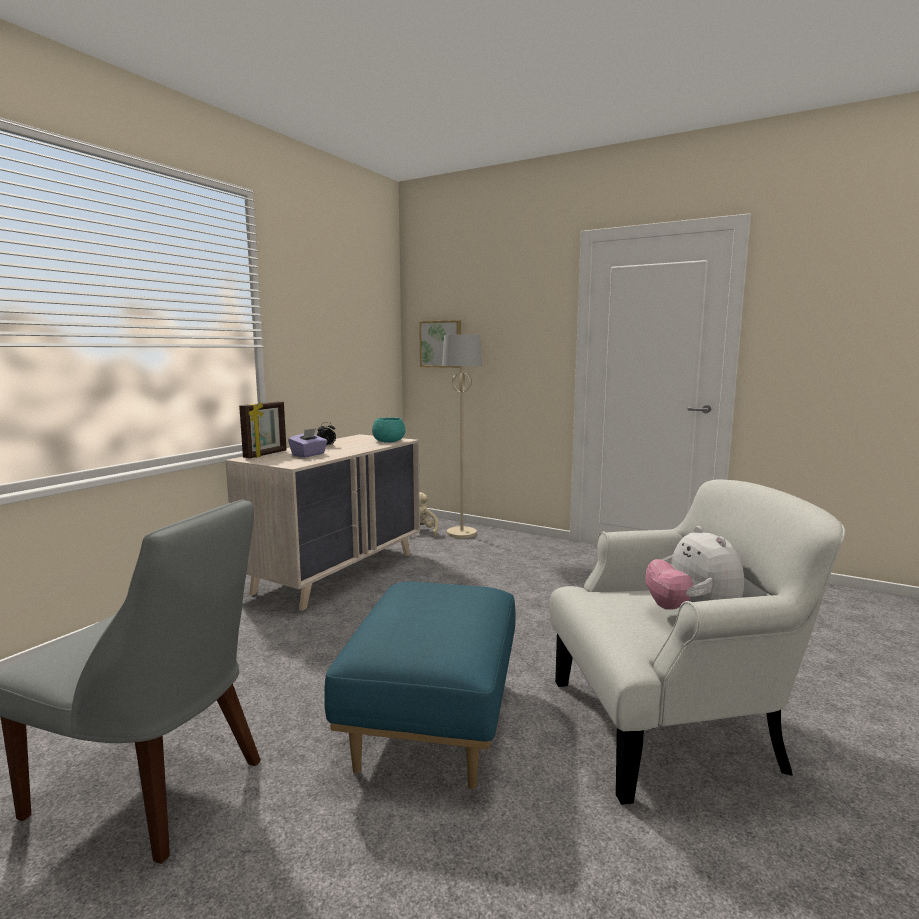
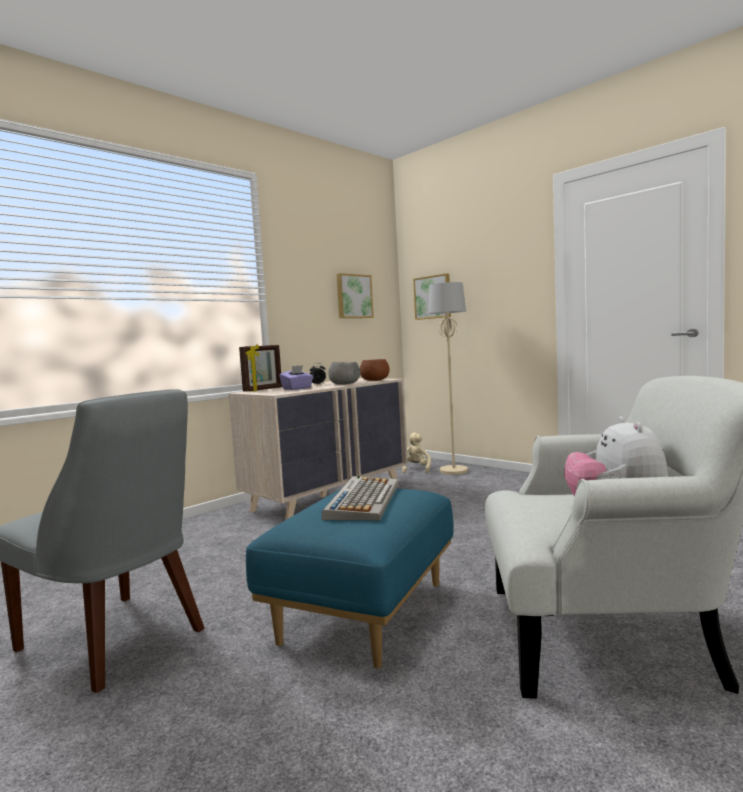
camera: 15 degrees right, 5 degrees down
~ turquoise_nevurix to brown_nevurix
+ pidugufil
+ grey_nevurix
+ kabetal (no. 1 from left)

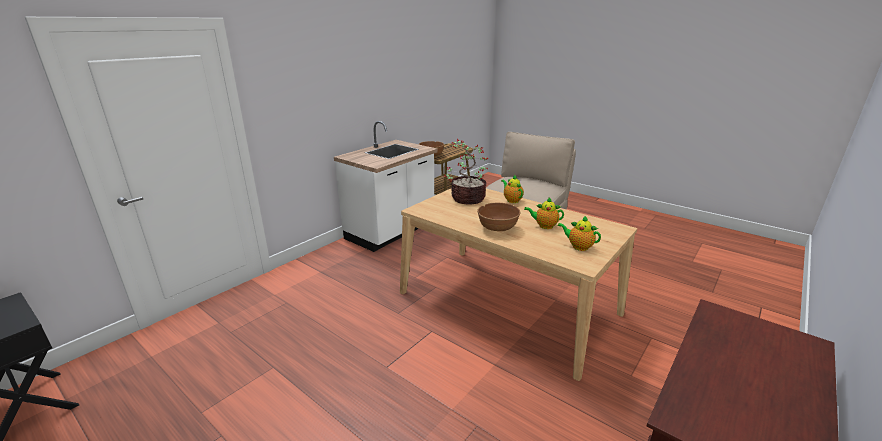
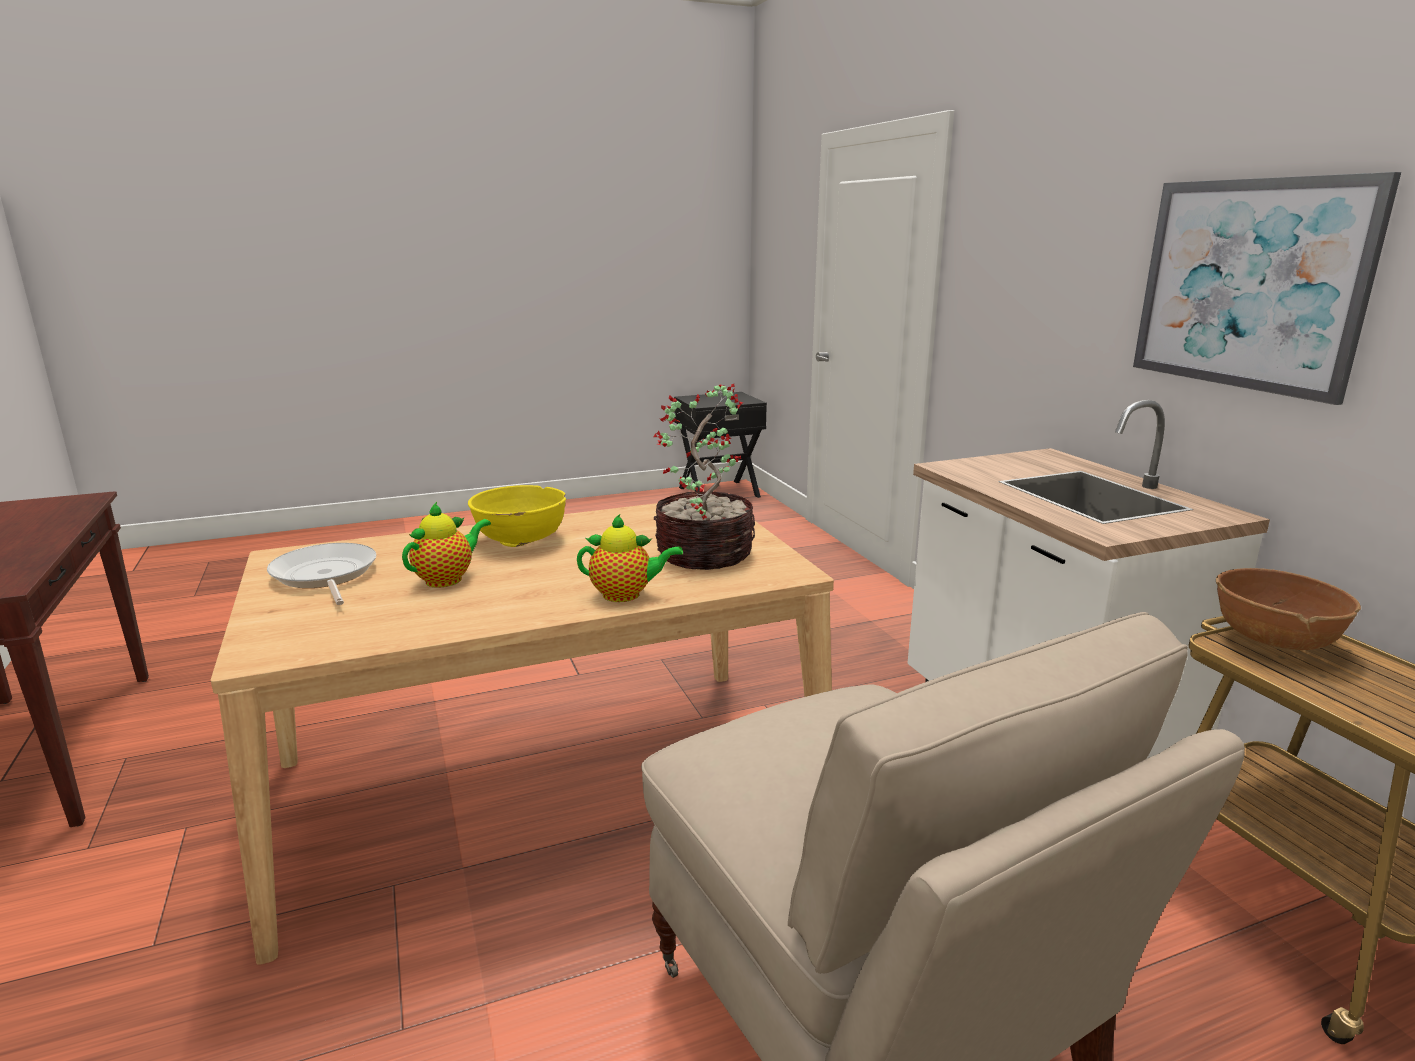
camera: 120 degrees right, 5 degrees down
~ brown_nevurix (no. 2 from left) to yellow_nevurix
~ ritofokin (no. 3 from left) to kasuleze
+ kabetal

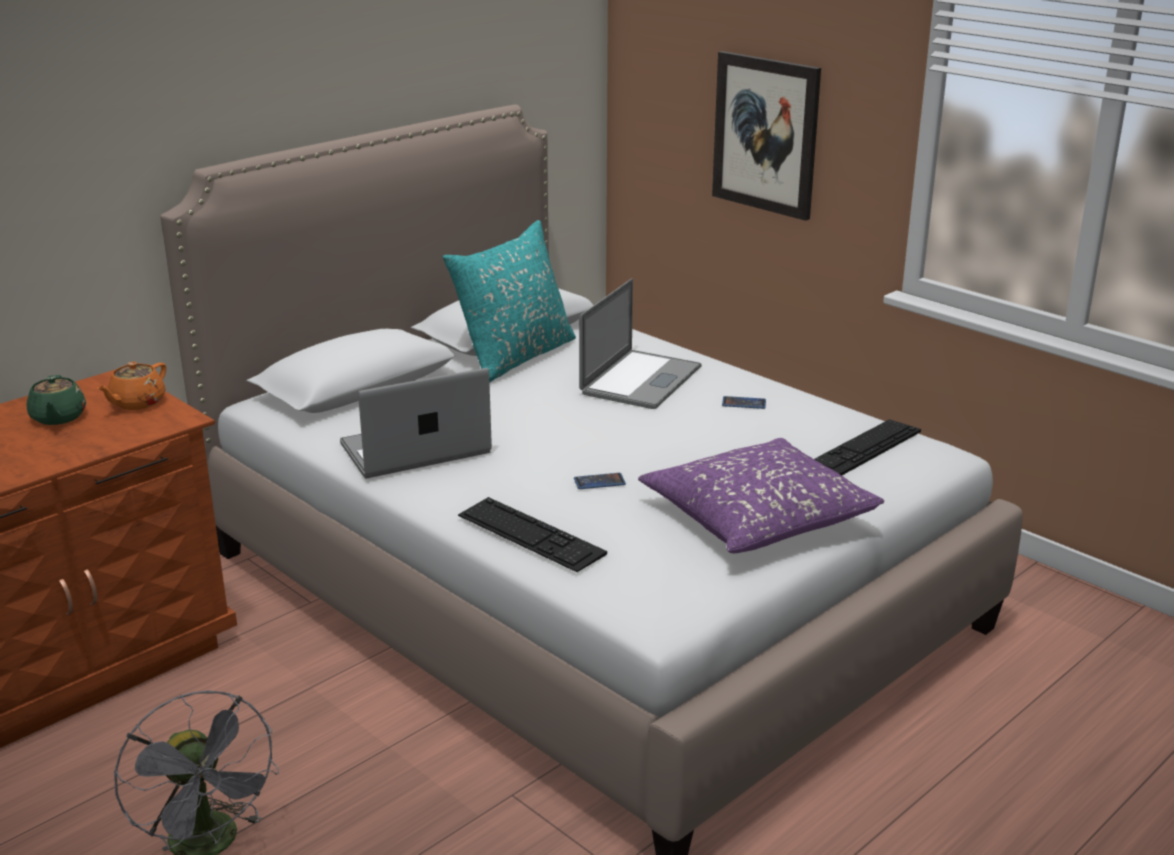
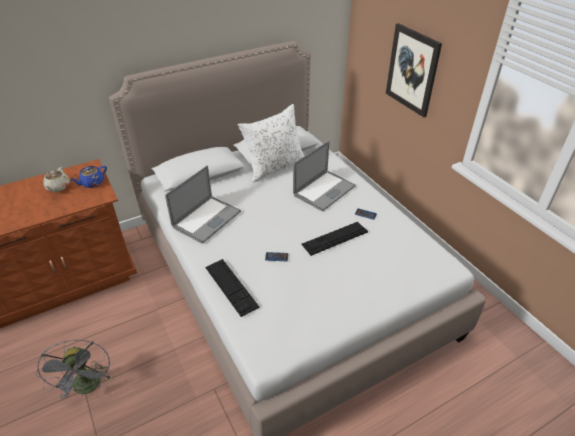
camera: 15 degrees right, 15 degrees up
~ green_ritofokin to beige_ritofokin
~ orange_ritofokin to blue_ritofokin
~ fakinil (no. 1 from left) 135 degrees clockwise
~ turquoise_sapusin to white_sapusin
- purple_sapusin
~ pidugufil (no. 2 from left)

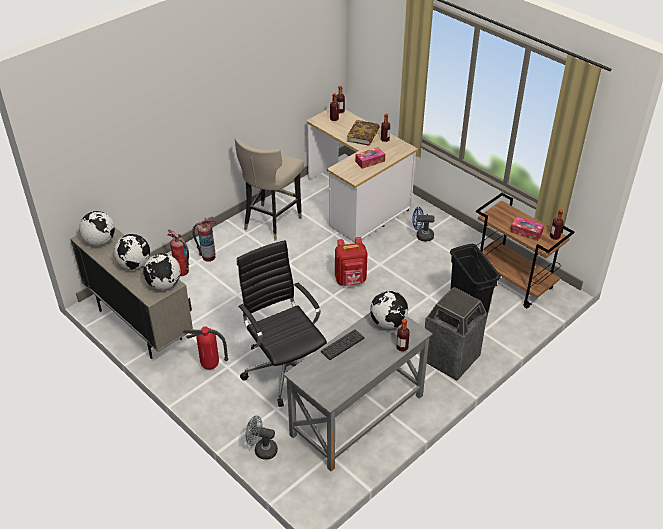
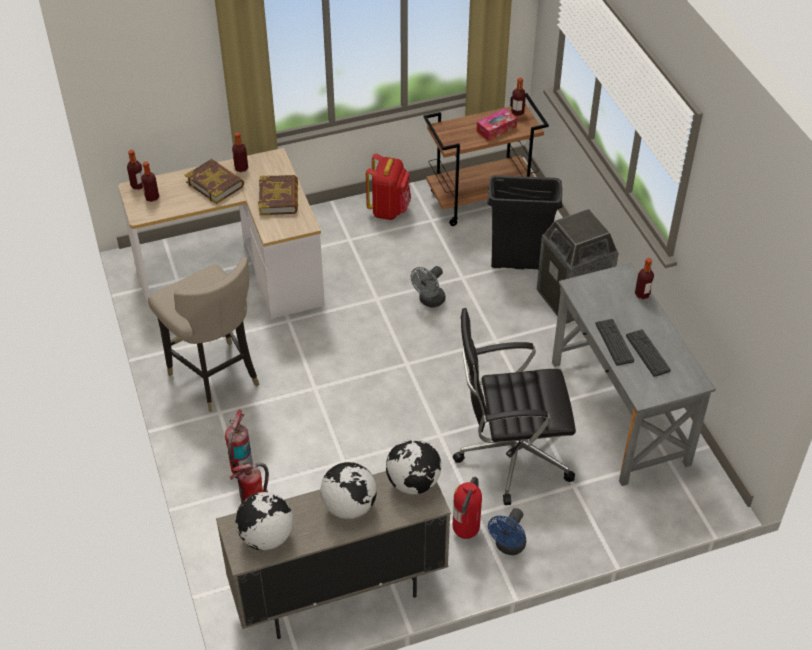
camera: 65 degrees left, 5 degrees up
~ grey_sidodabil
~ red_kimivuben
~ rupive (no. 1 from left) to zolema (no. 2 from left)
- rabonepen (no. 4 from left)
~ blue_sidodabil
+ pidugufil (no. 2 from left)

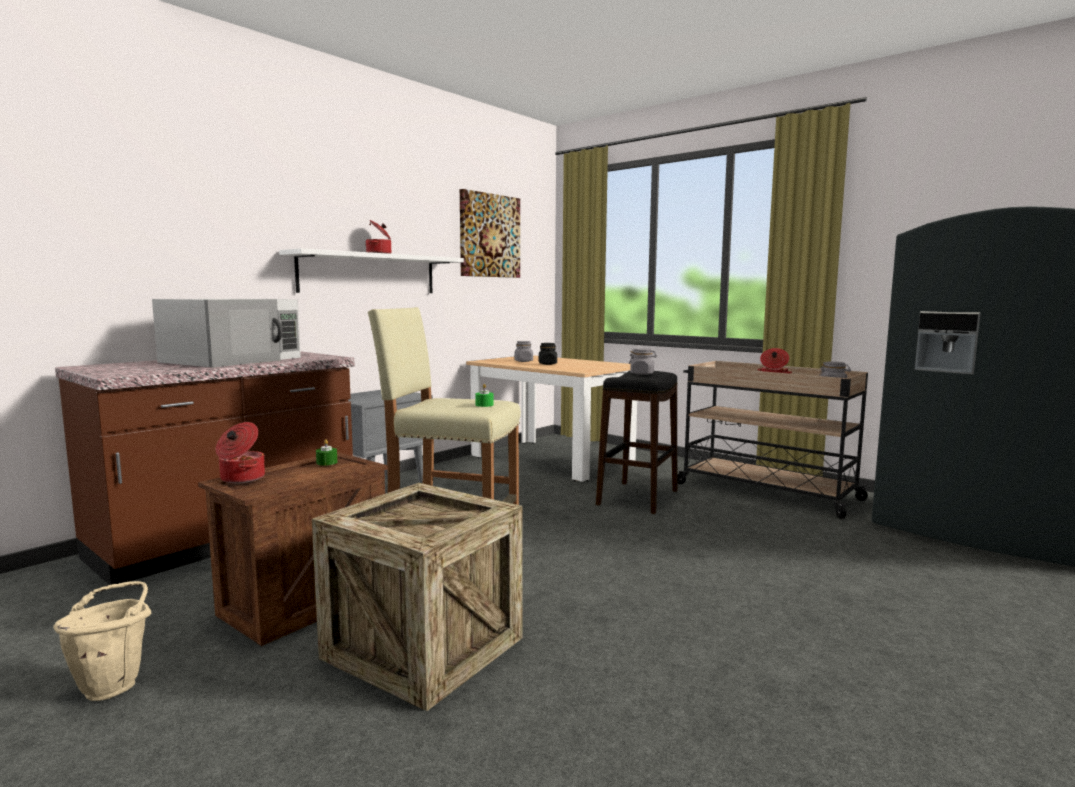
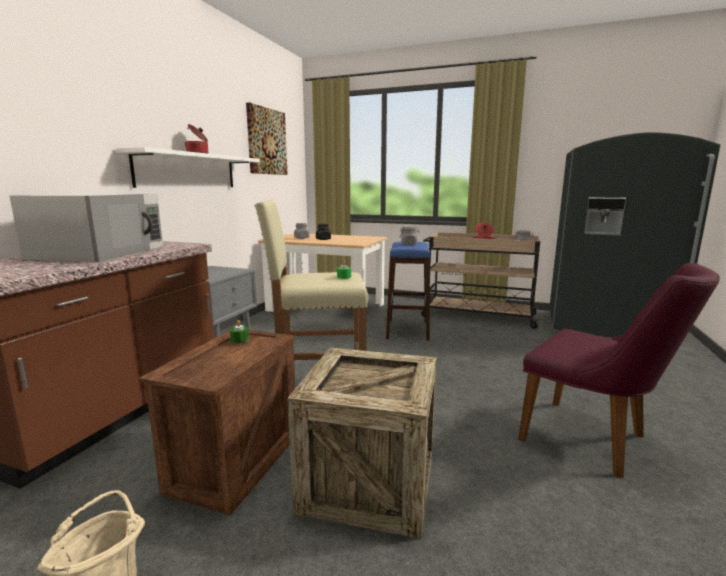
camera: 20 degrees left, 5 degrees up
- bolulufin (no. 1 from left)
~ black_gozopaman to blue_gozopaman
+ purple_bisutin

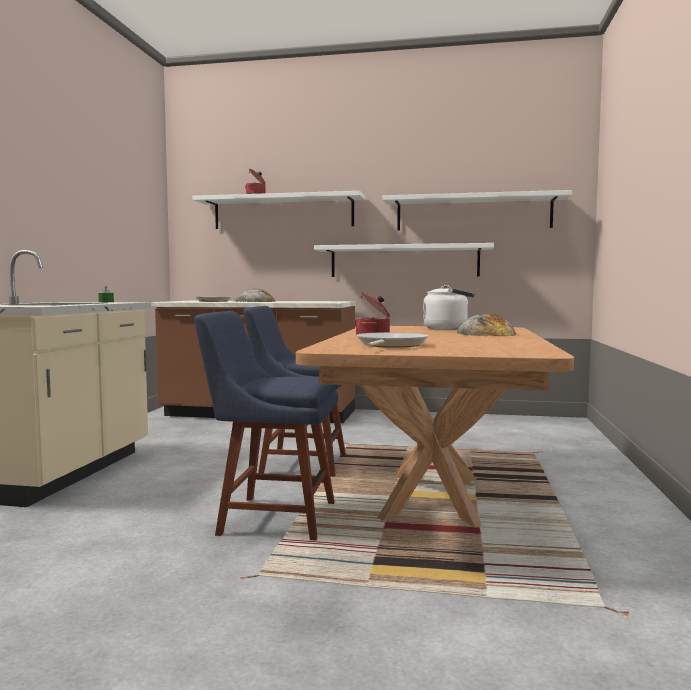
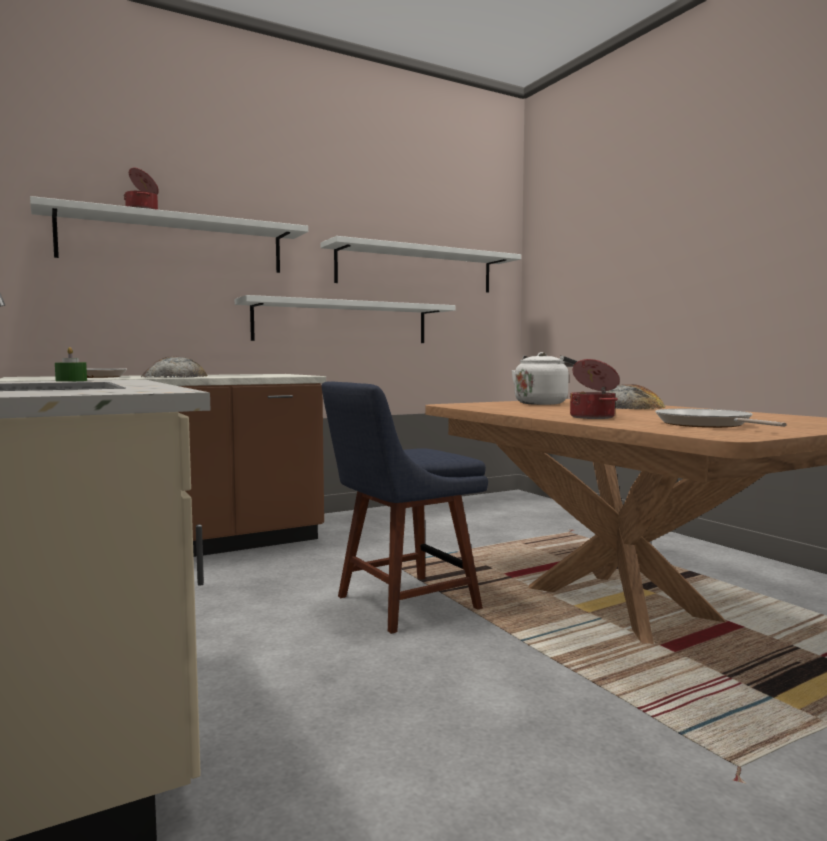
camera: 40 degrees left, 0 degrees up
- blue_bisutin (no. 1 from left)

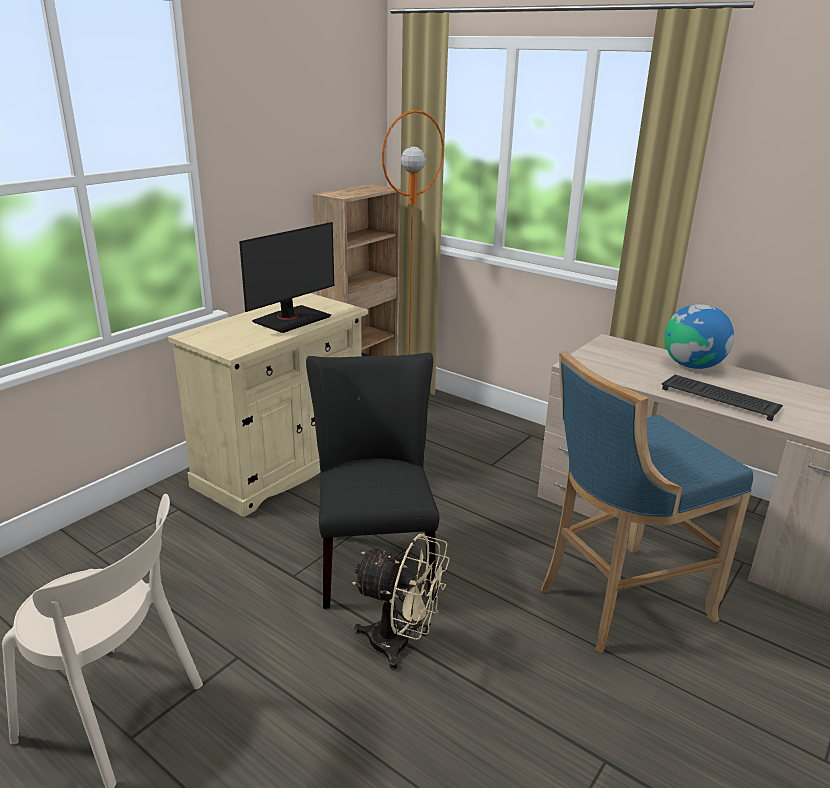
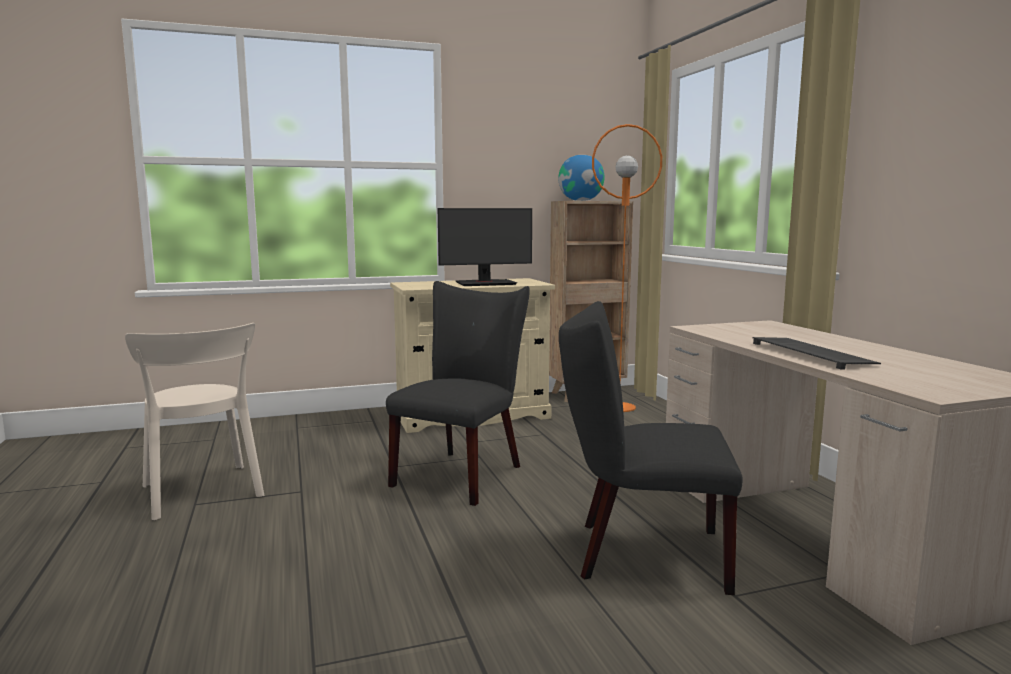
camera: 35 degrees right, 15 degrees down
- beige_sidodabil
~ blue_gozopaman to black_bisutin (no. 2 from left)
~ rabonepen

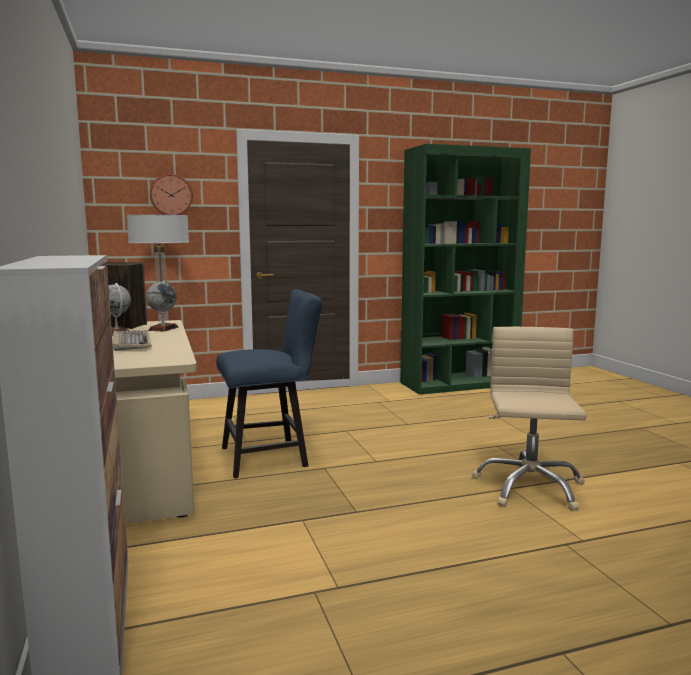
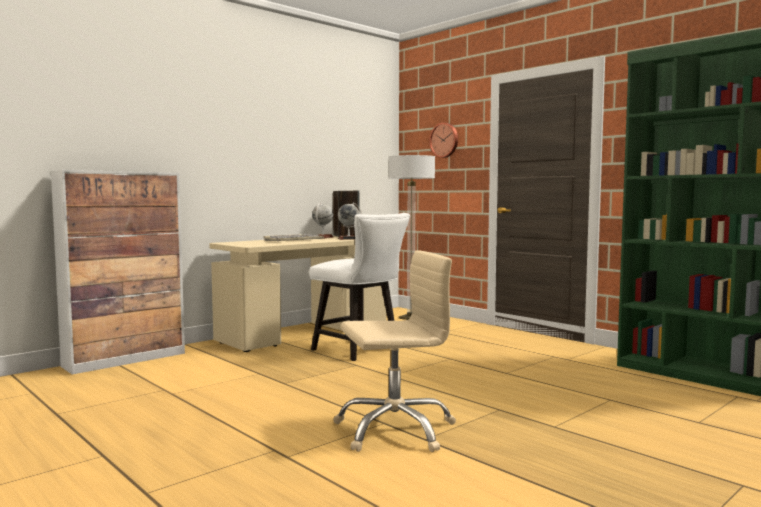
camera: 65 degrees right, 5 degrees down
~ blue_bisutin to white_bisutin

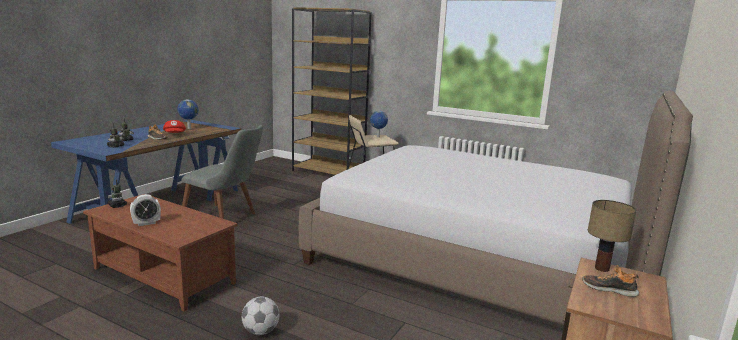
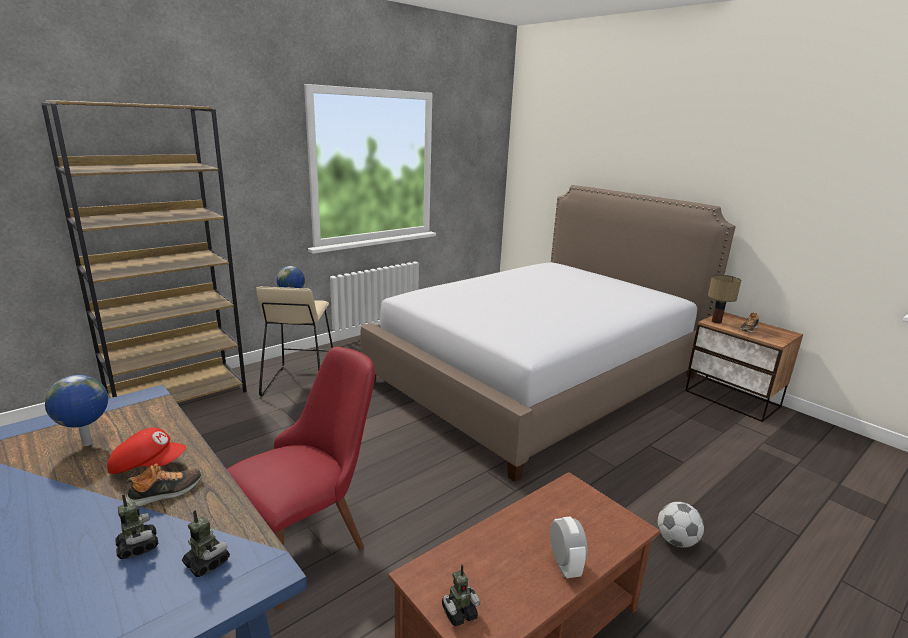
camera: 70 degrees left, 5 degrees up
~ grey_bisutin to red_bisutin

